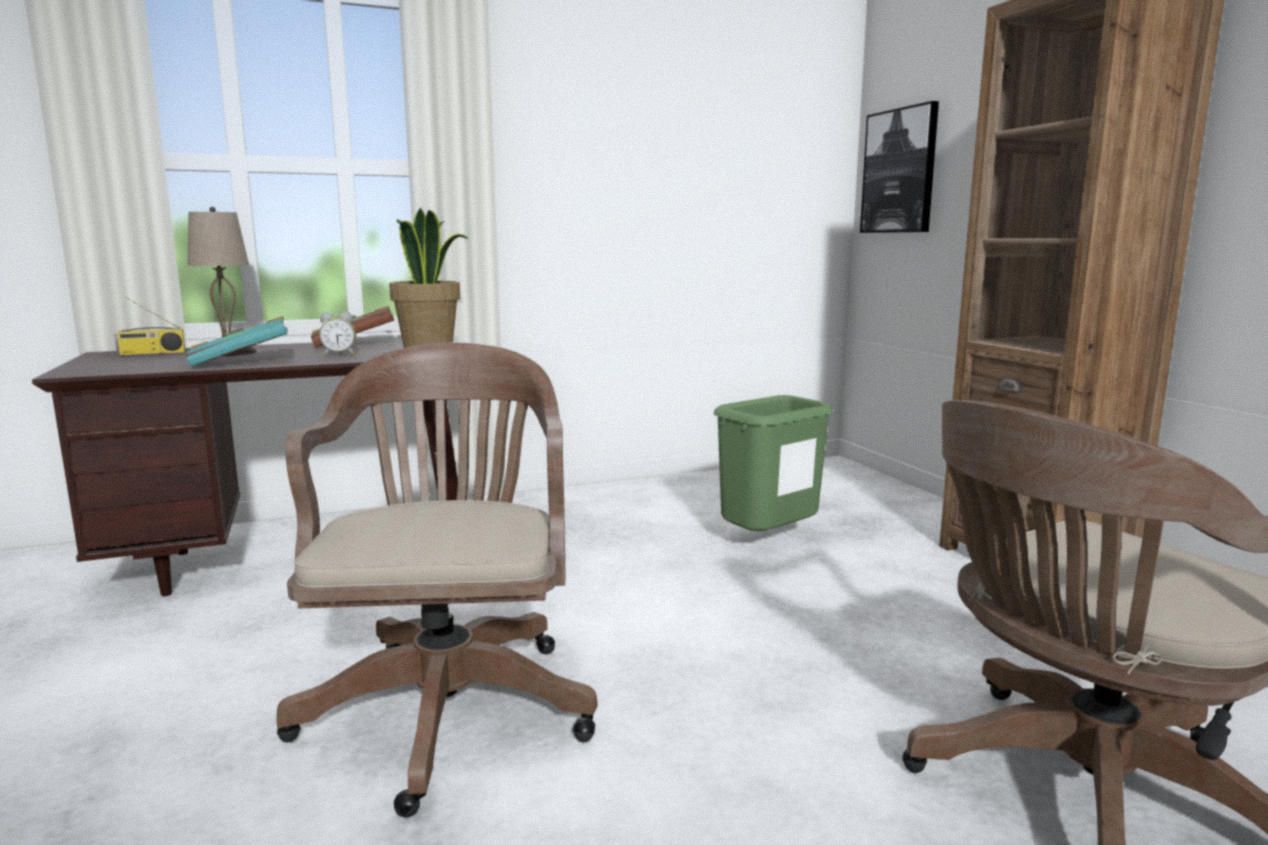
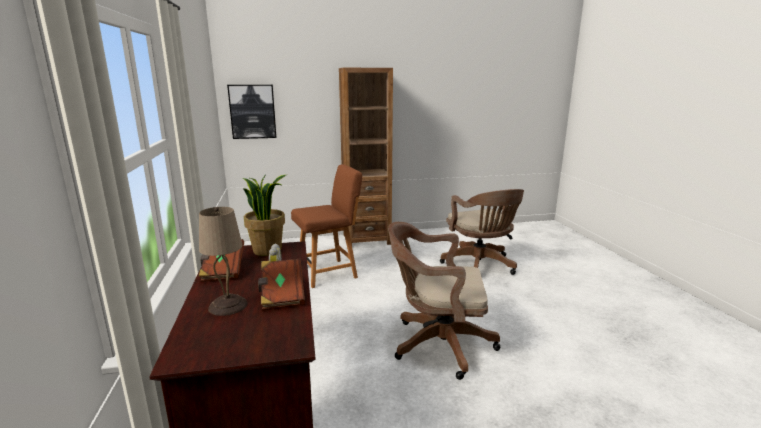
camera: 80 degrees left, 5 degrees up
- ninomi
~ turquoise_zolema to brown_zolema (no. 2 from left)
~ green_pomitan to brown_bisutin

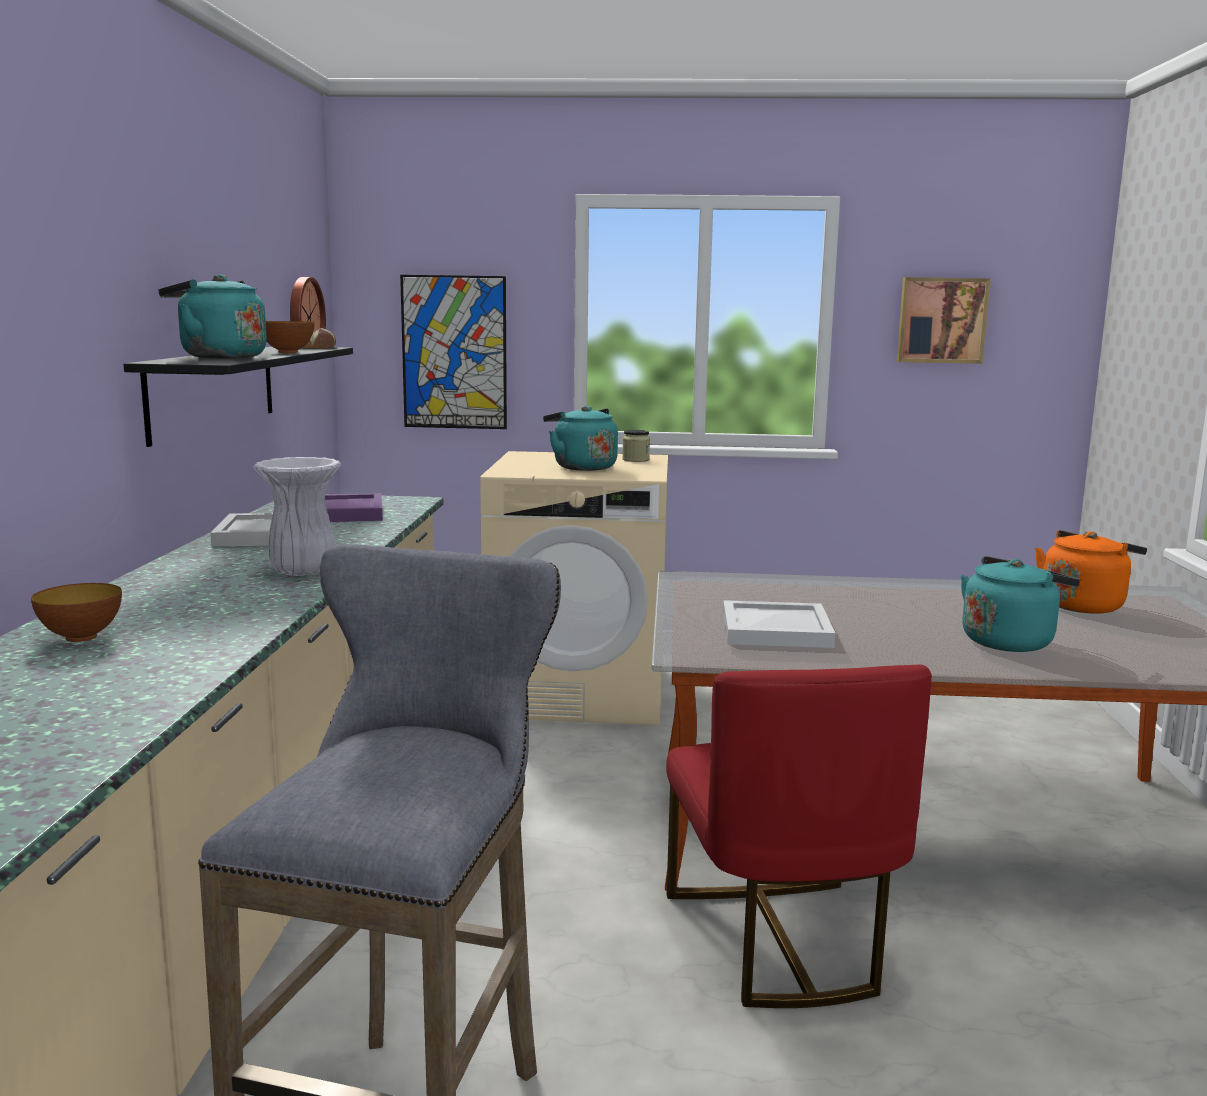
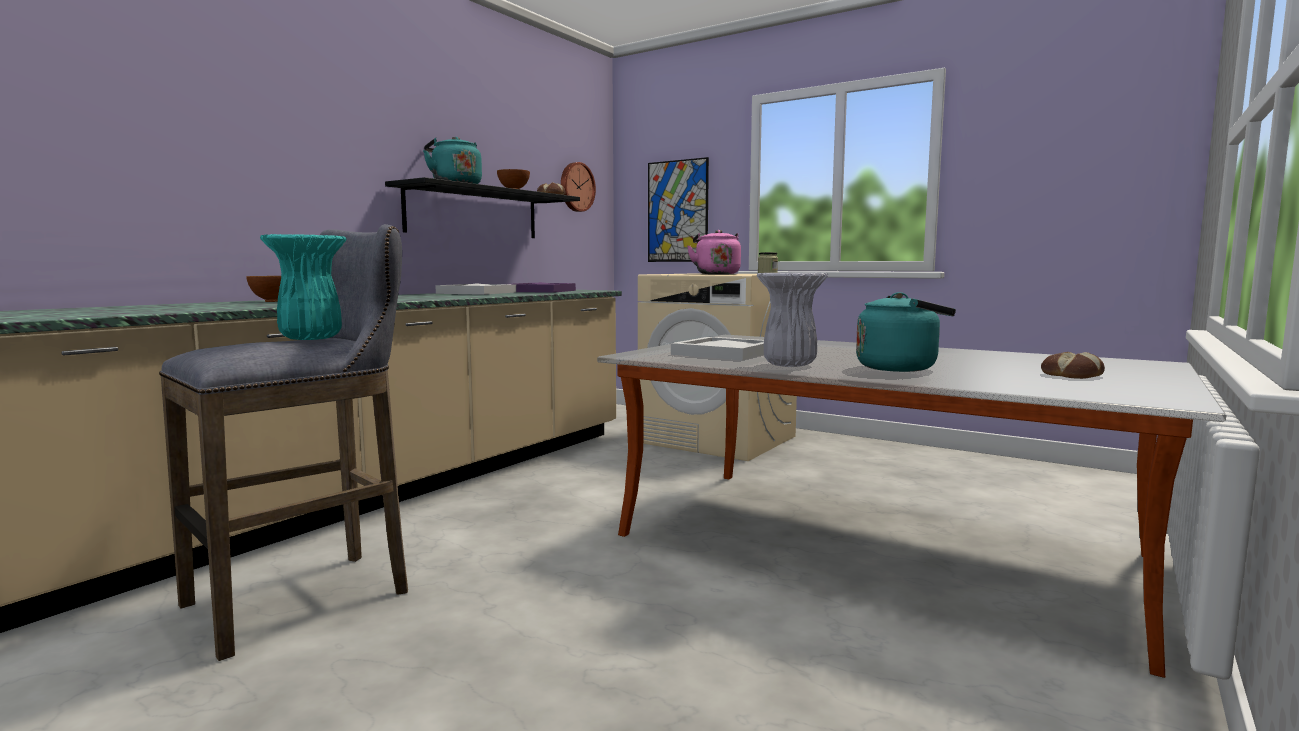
camera: 30 degrees right, 5 degrees down
~ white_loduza
~ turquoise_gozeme (no. 2 from left) to pink_gozeme
- red_bisutin
- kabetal (no. 2 from left)
- orange_gozeme
+ turquoise_loduza
+ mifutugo (no. 2 from left)

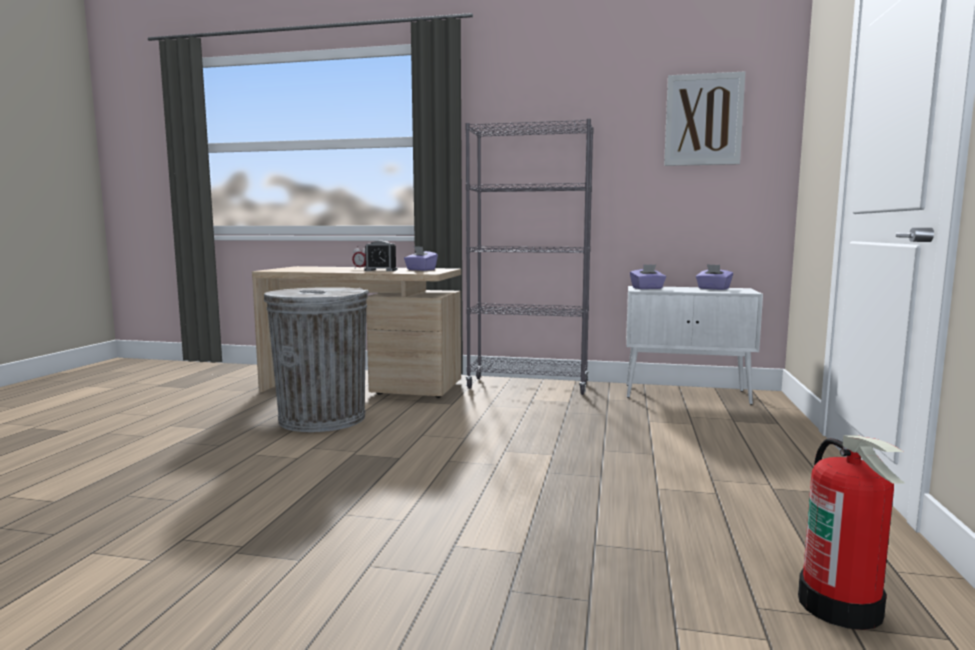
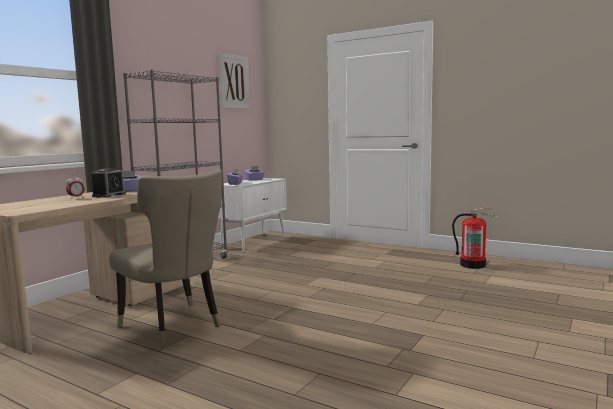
camera: 70 degrees left, 0 degrees up
~ grey_pomitan to beige_bisutin

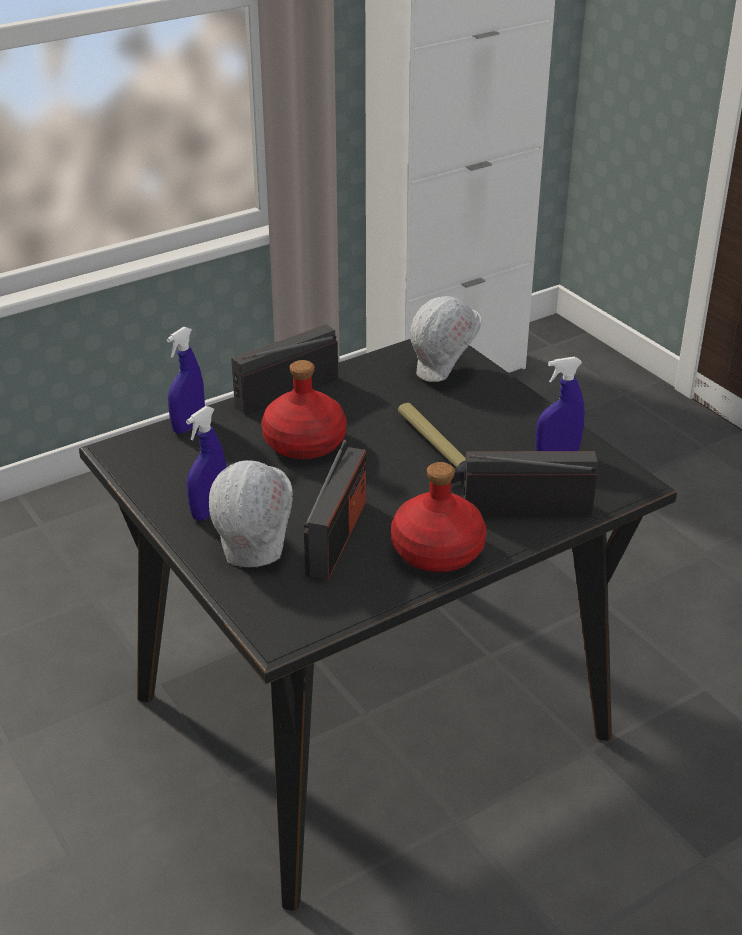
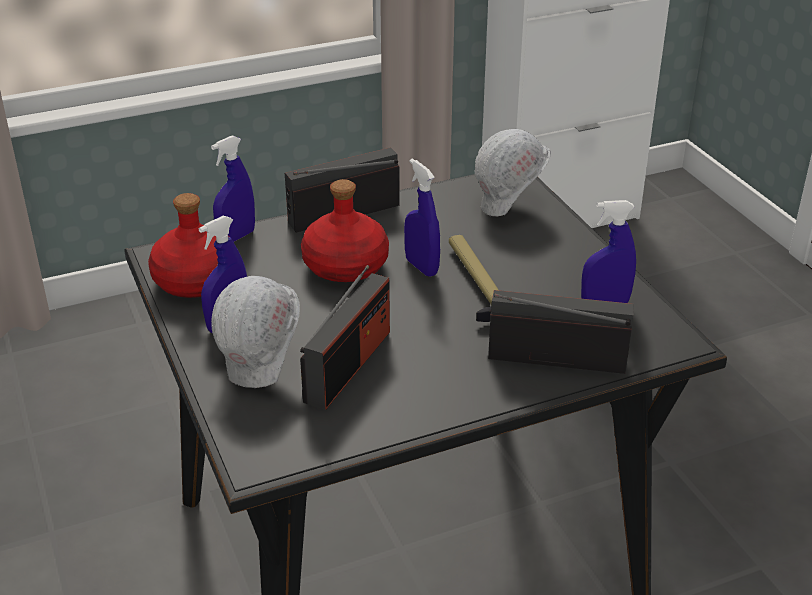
camera: 10 degrees right, 0 degrees up
~ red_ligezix (no. 2 from left in the first image) to red_ligezix (no. 1 from left)
+ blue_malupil (no. 3 from left)

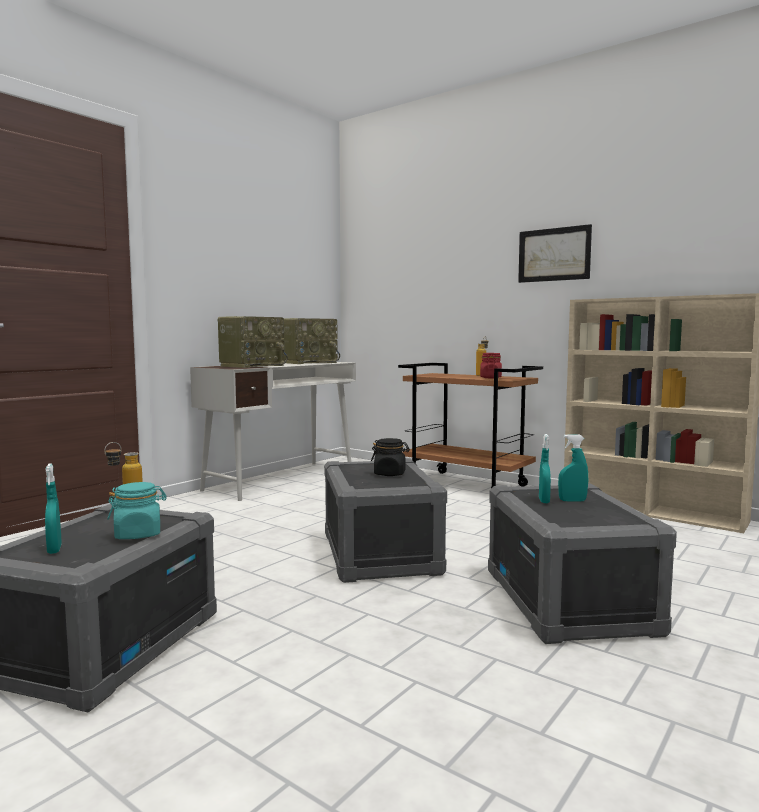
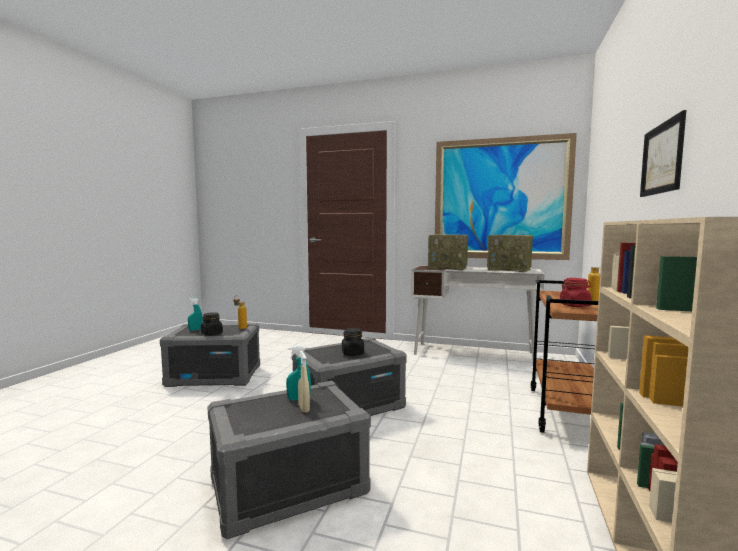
camera: 70 degrees right, 0 degrees up
~ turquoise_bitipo to black_bitipo (no. 1 from left)
~ turquoise_malupil (no. 3 from left) to beige_malupil
+ kabetal (no. 1 from left)

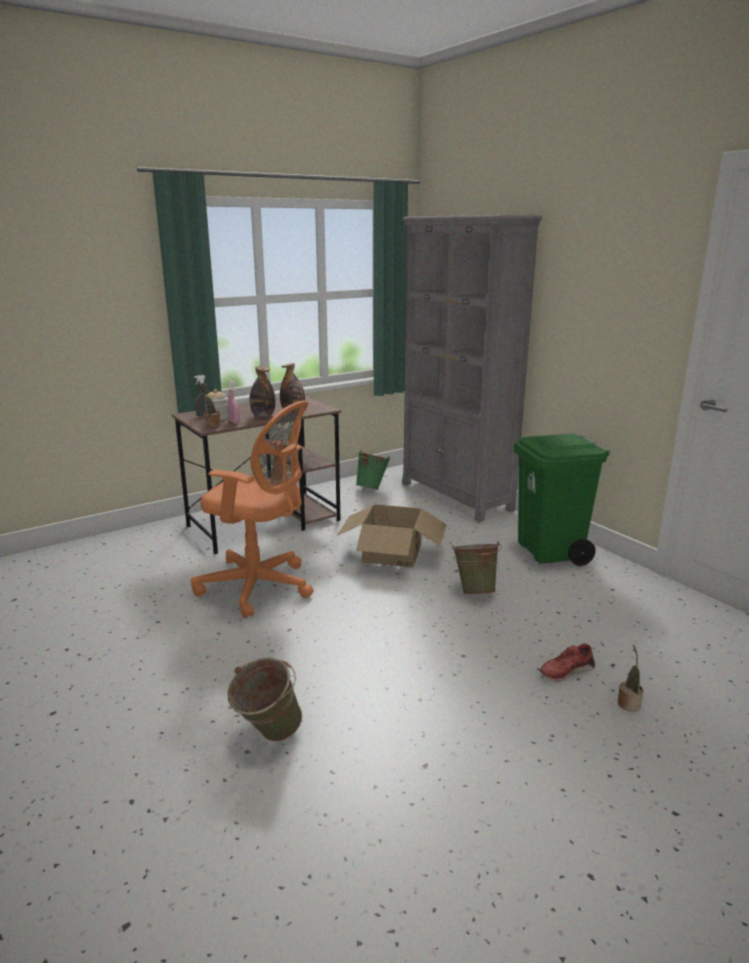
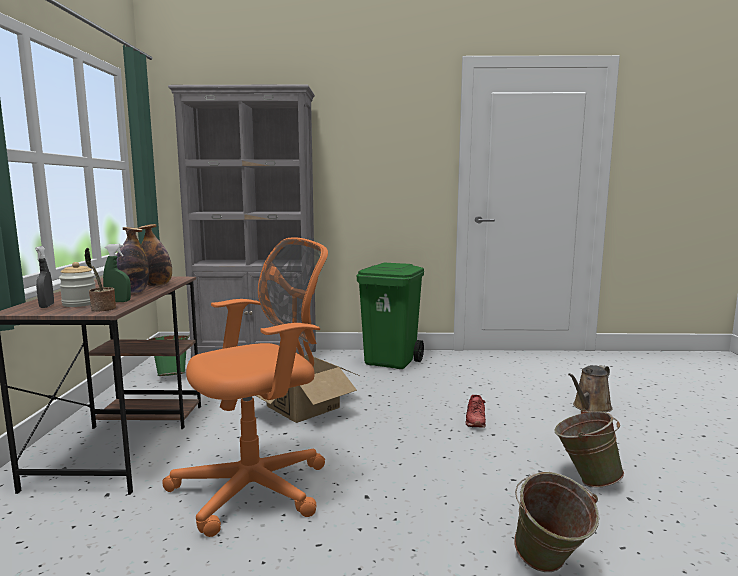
camera: 55 degrees left, 10 degrees down
~ pink_malupil to green_malupil
~ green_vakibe (no. 3 from left)
~ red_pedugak
~ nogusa (no. 2 from left) to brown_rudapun

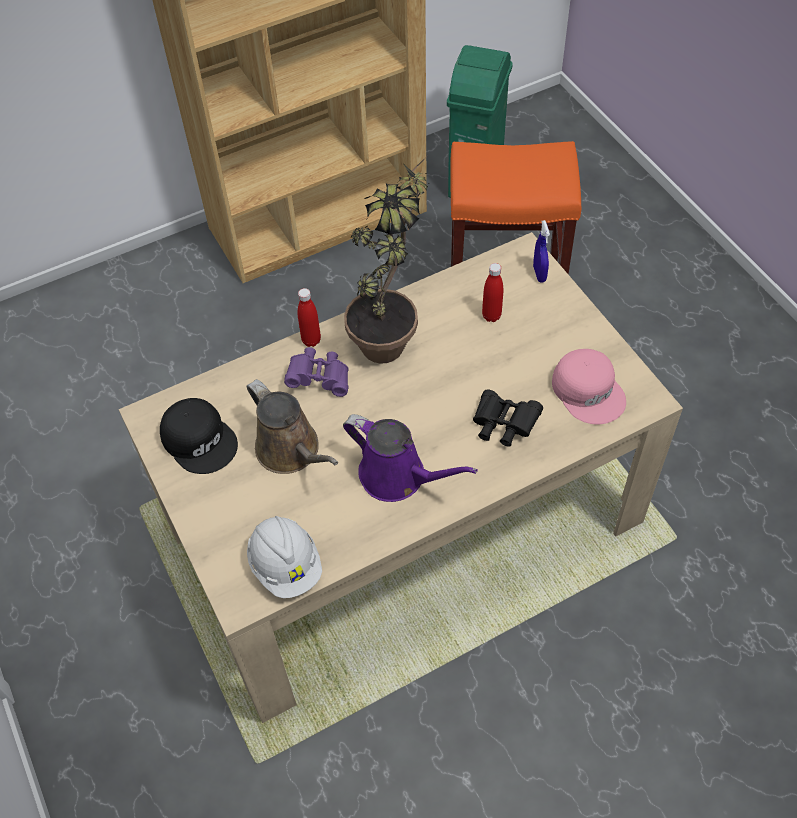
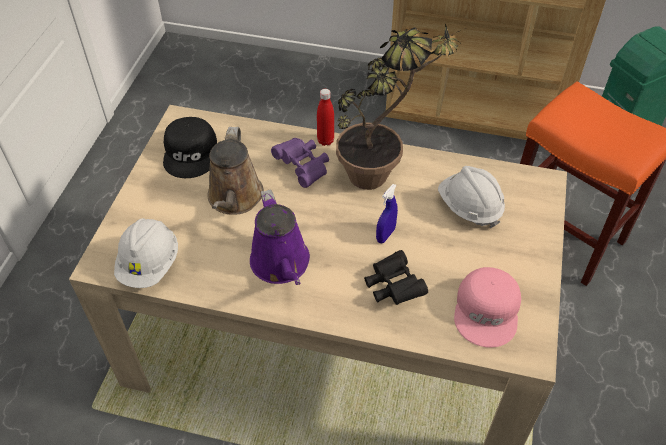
camera: 40 degrees right, 5 degrees down
~ red_ligezix (no. 2 from left) to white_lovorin (no. 2 from left)
~ blue_malupil

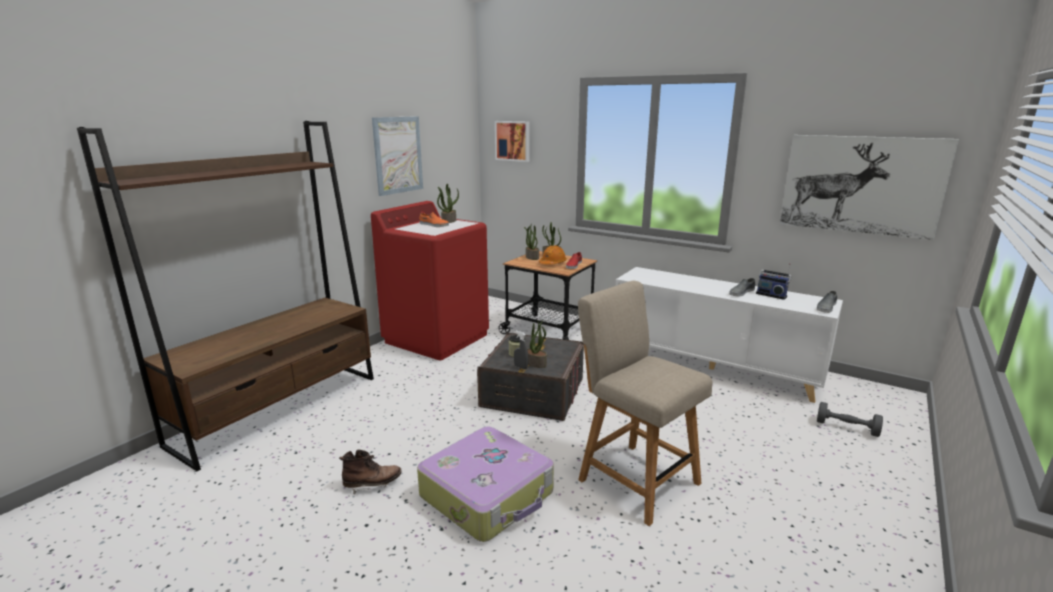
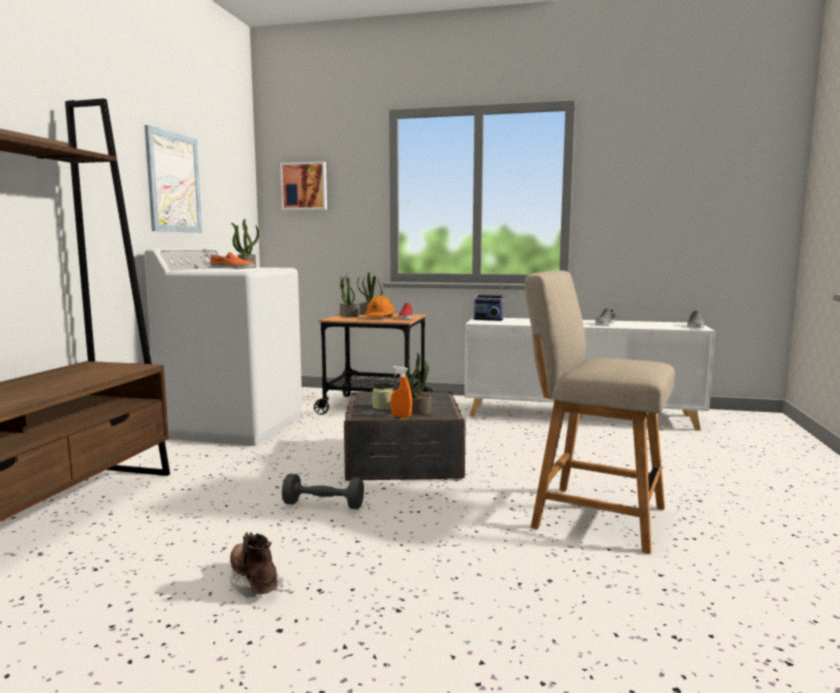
camera: 20 degrees left, 10 degrees down
~ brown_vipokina 90 degrees counterclockwise
~ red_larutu to white_larutu
- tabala
~ grey_malupil to orange_malupil
~ ninomi
- kabetal (no. 3 from left)
~ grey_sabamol

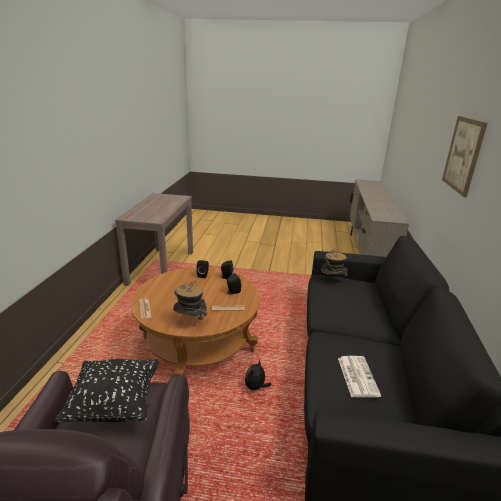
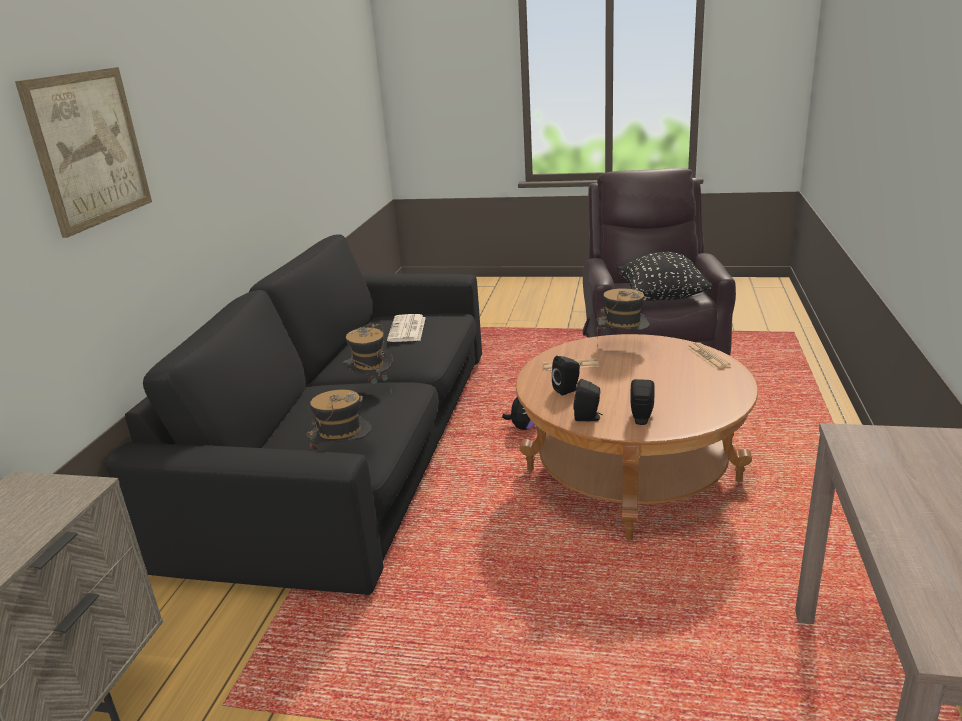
camera: 175 degrees left, 0 degrees up
+ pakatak (no. 2 from left)

